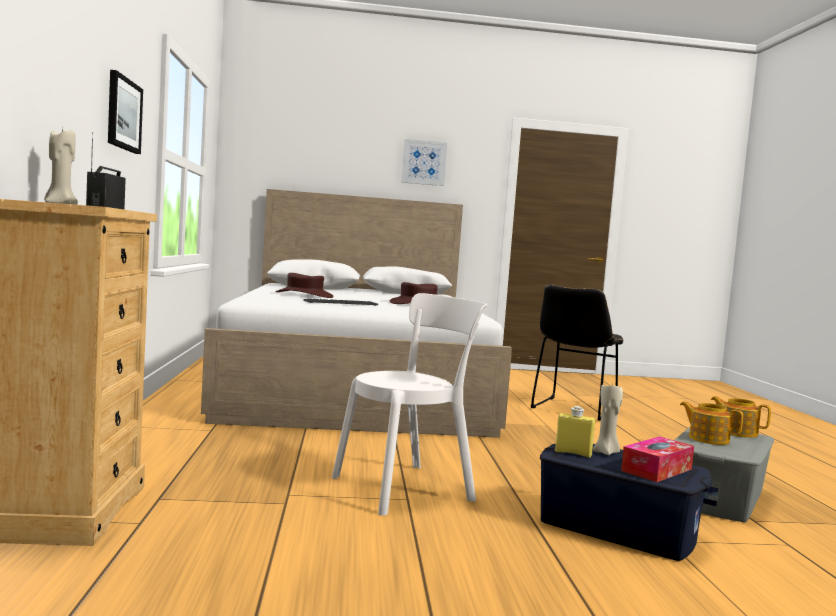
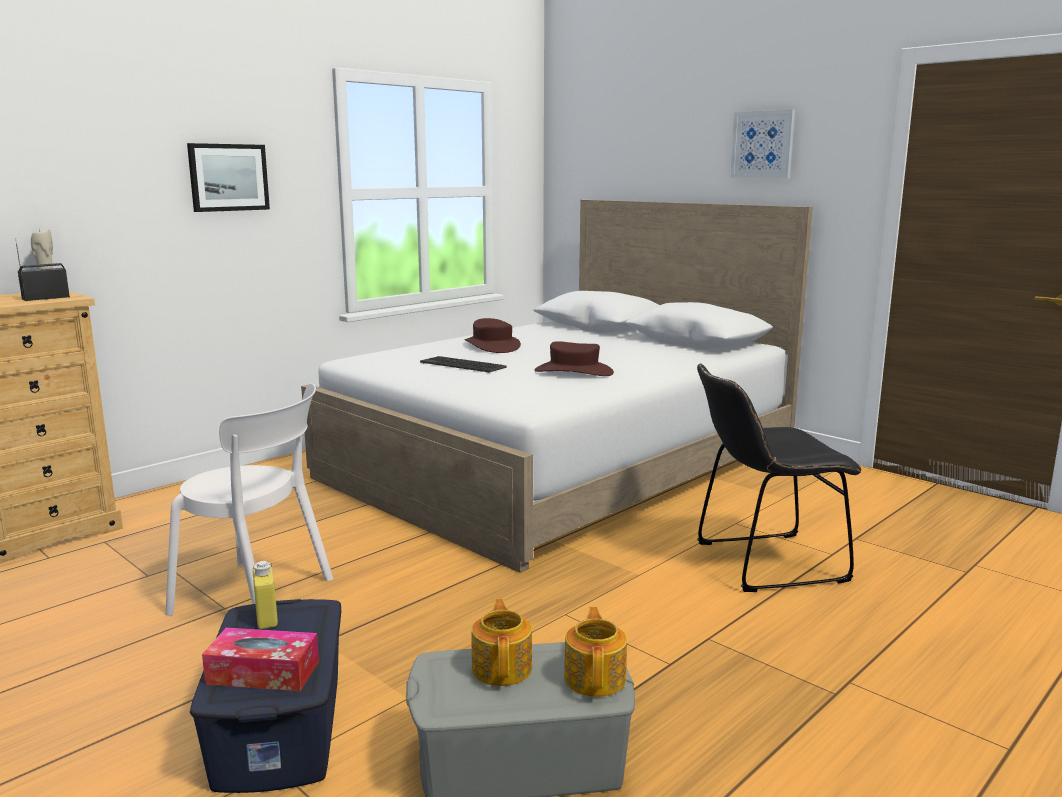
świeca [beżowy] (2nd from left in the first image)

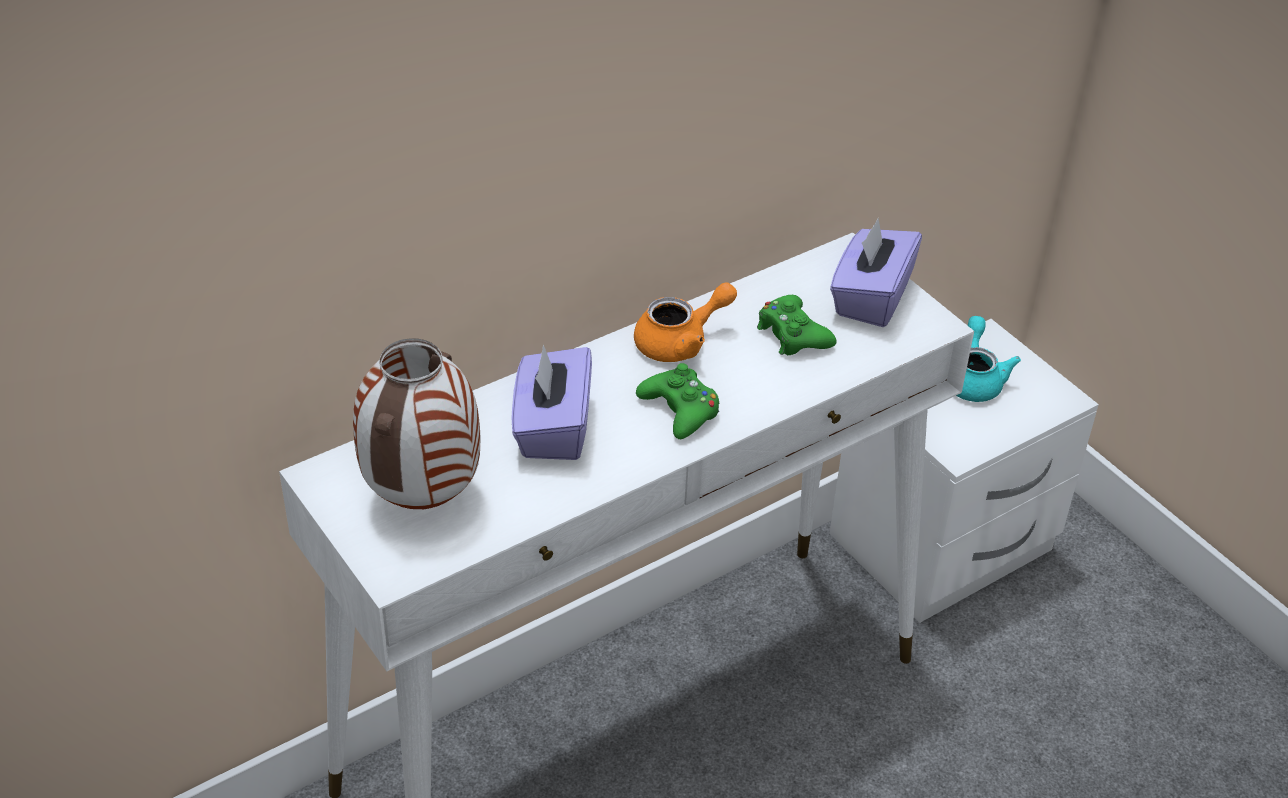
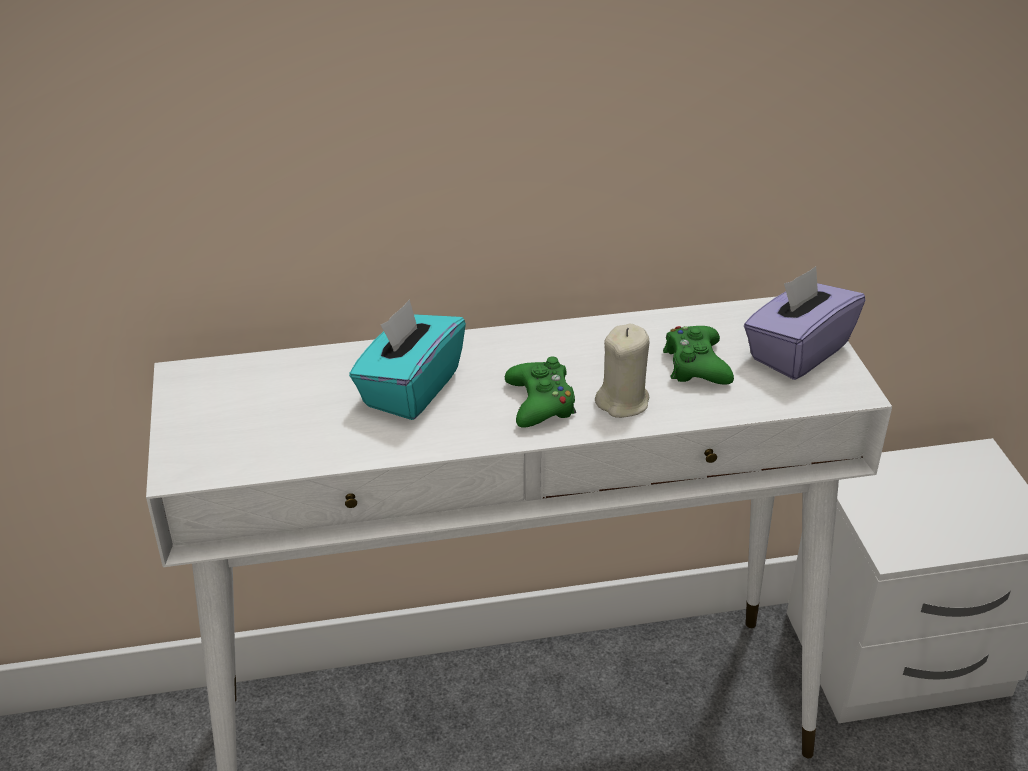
imbryk [pomarańczowy]
imbryk [turkusowy]
wazon
pudełko chusteczek [turkusowy]
świeca [beżowy]

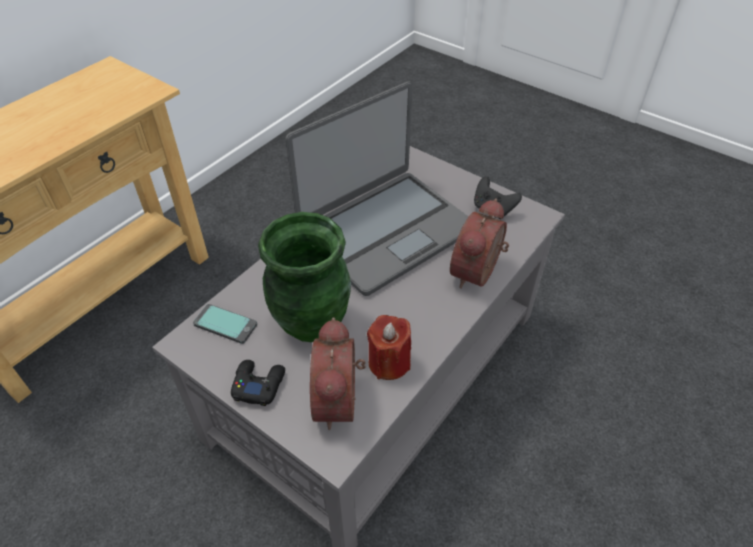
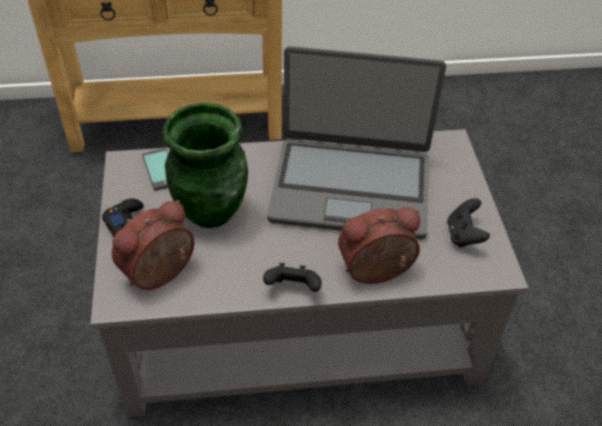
świeca [czerwony]
pad do gier [czarny] (2nd from left)

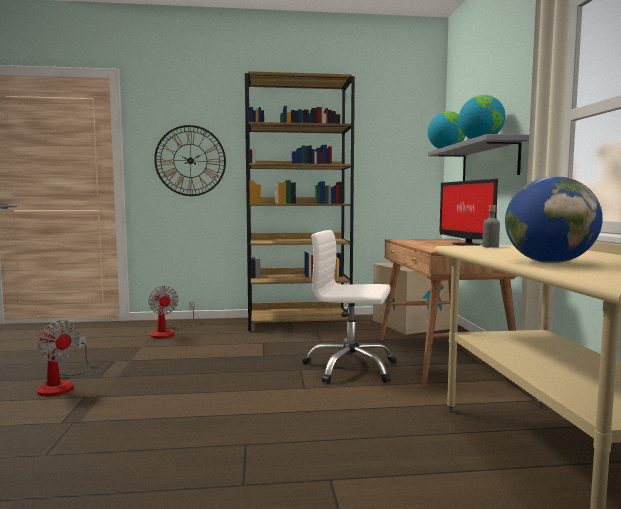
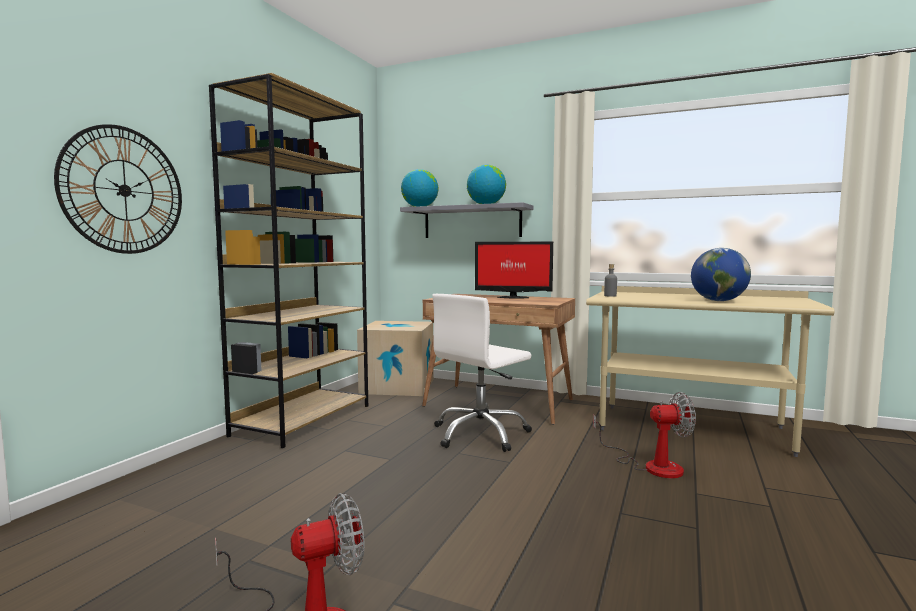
wentylator (2nd from left)

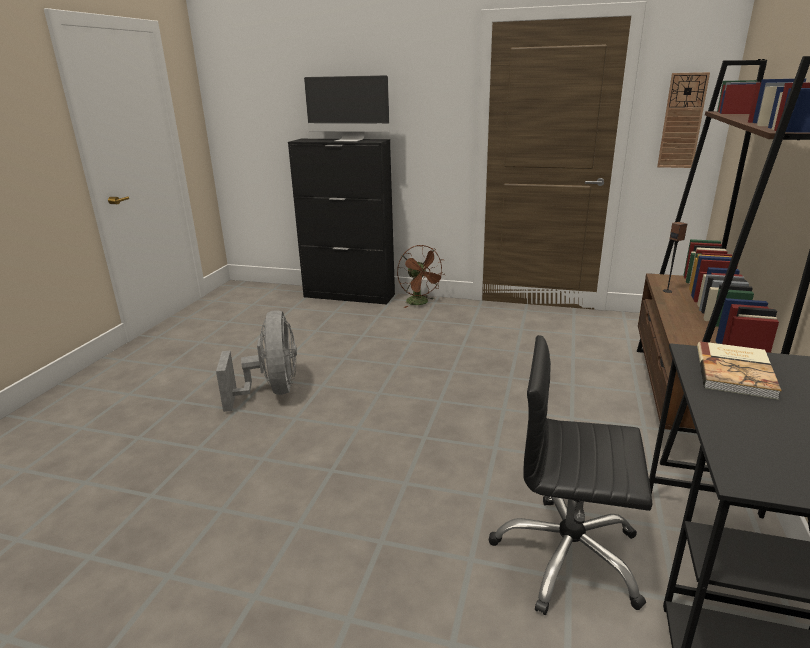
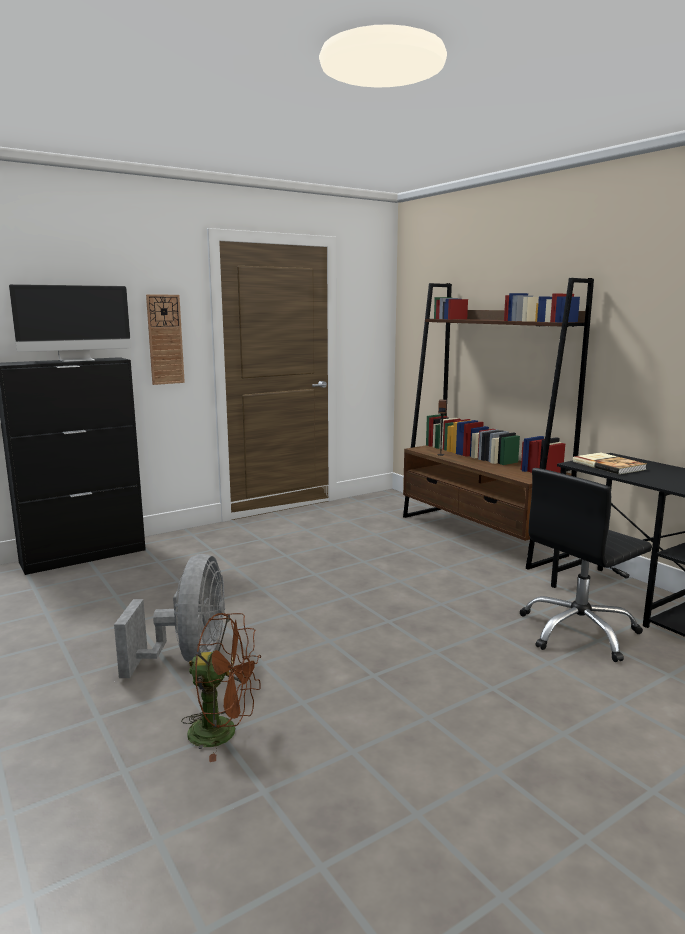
zegar ścienny
wentylator [brązowy]
wentylator [szary]

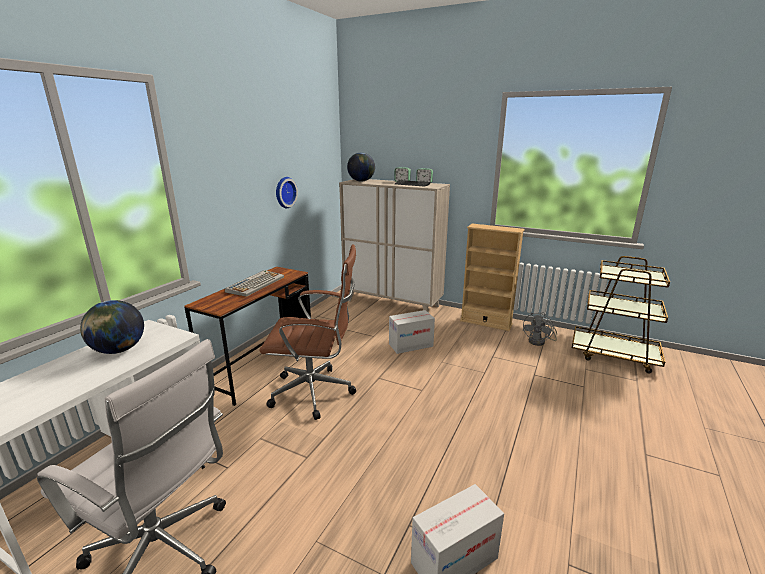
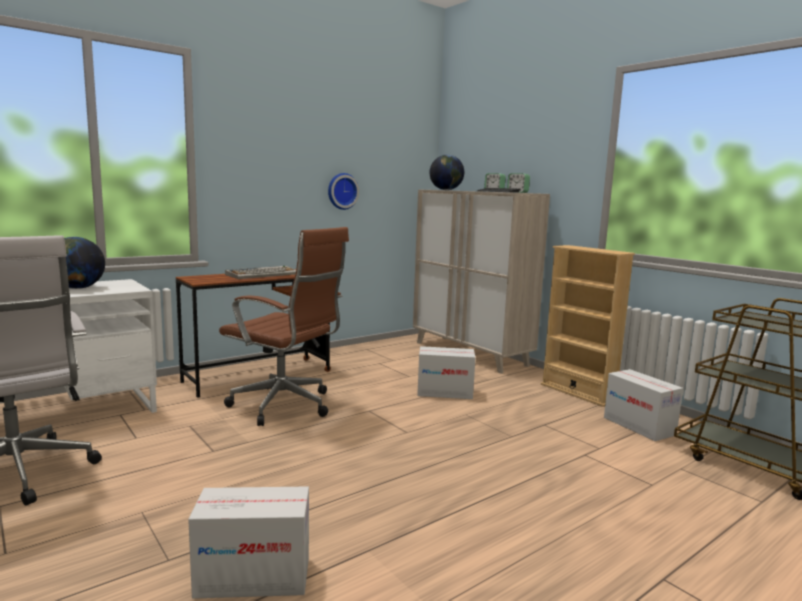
karton (3rd from left)

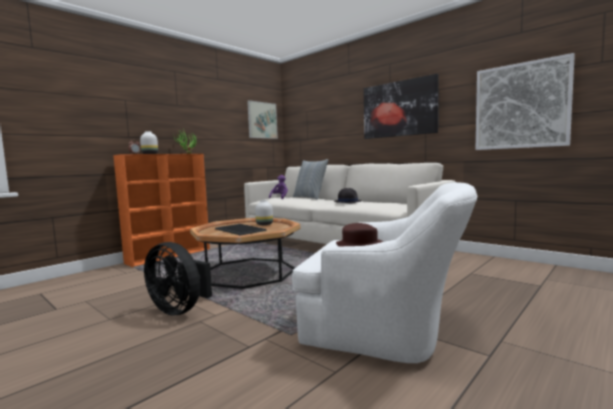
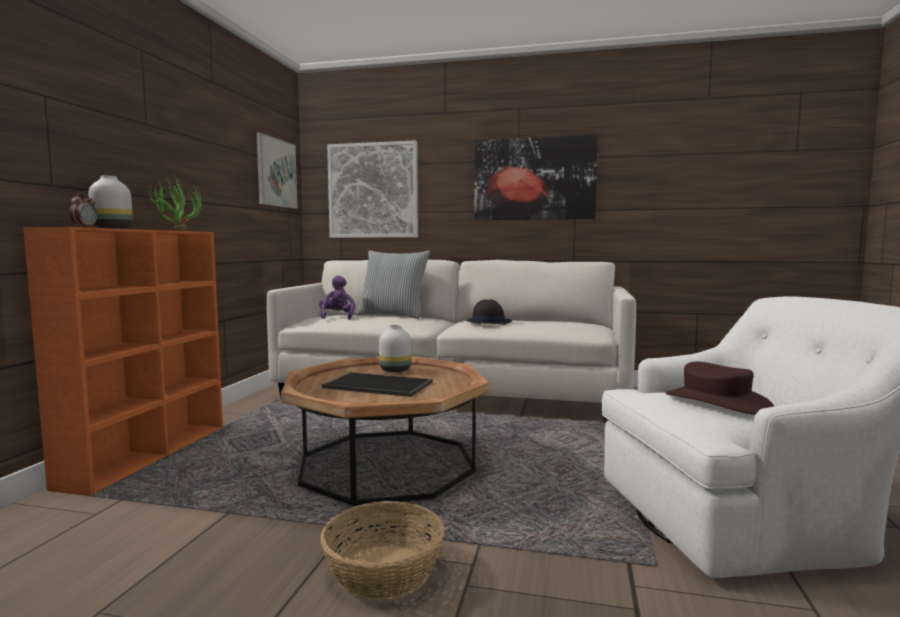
obraz (2nd from left)
koszyk

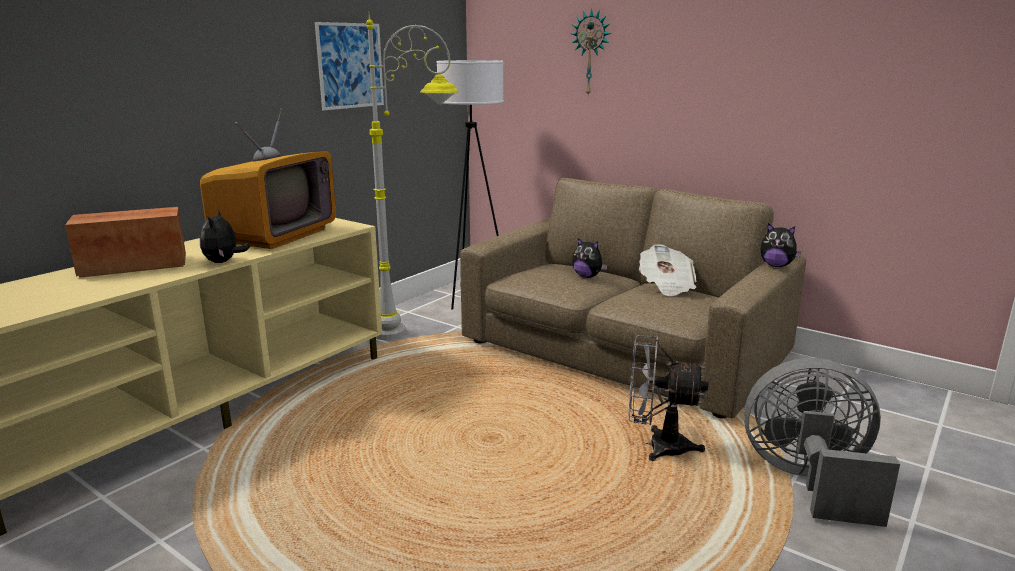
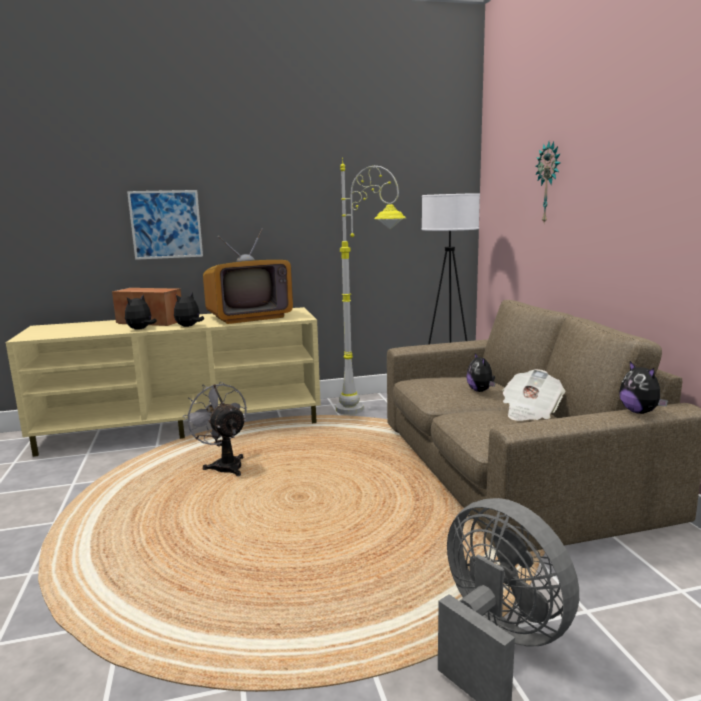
obraz
wentylator [szary] (1st from left)
pluszak (1st from left)

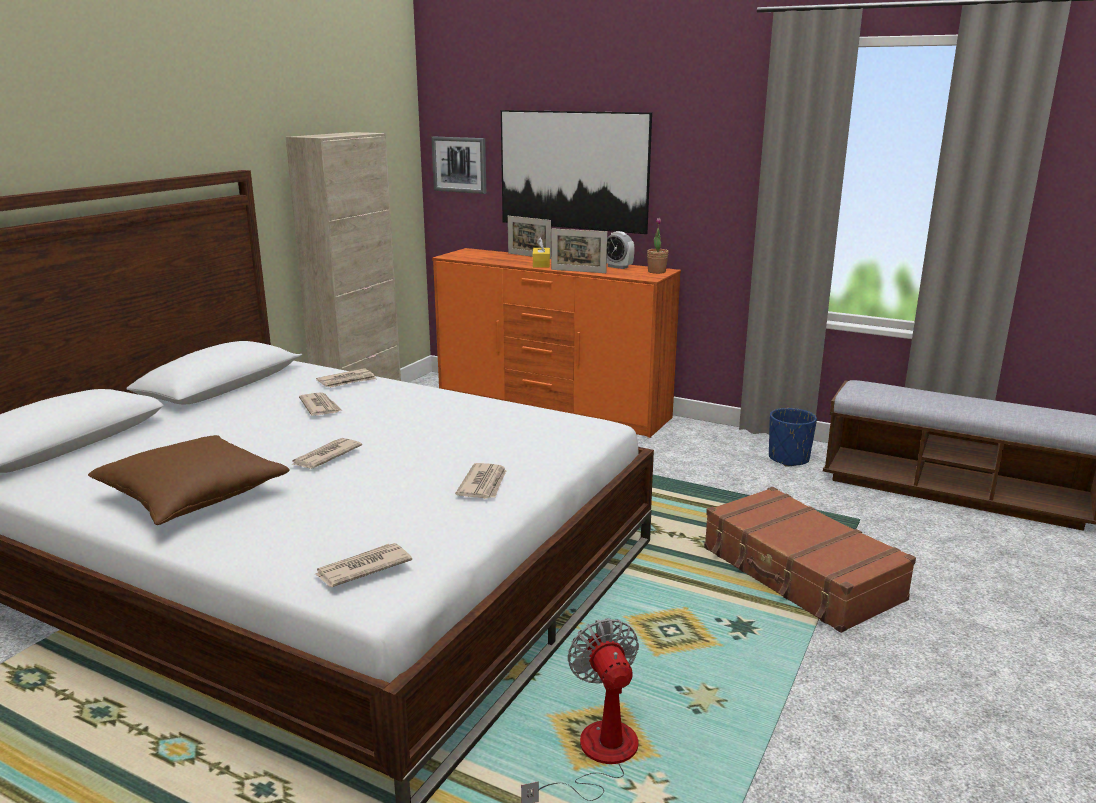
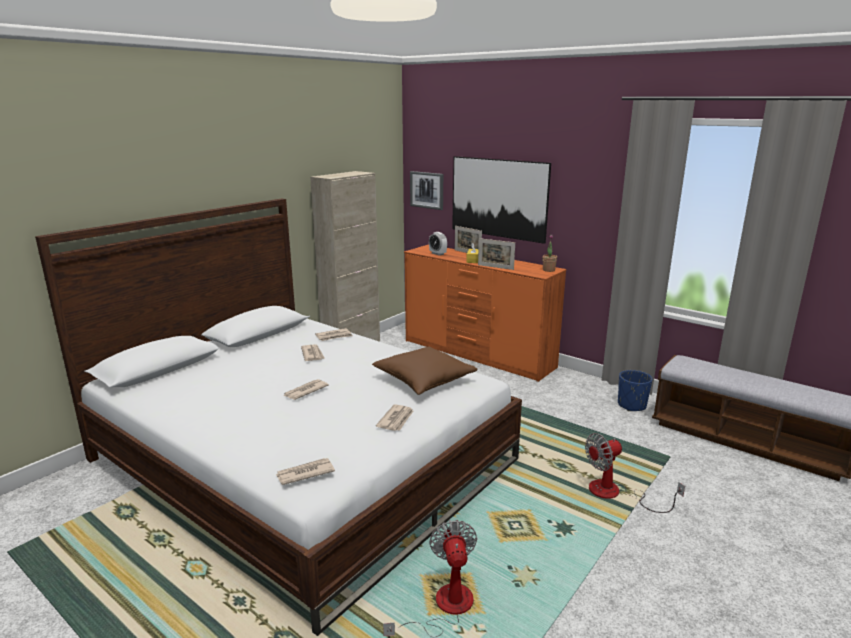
budzik
poduszka [brązowy]
wentylator (2nd from left)

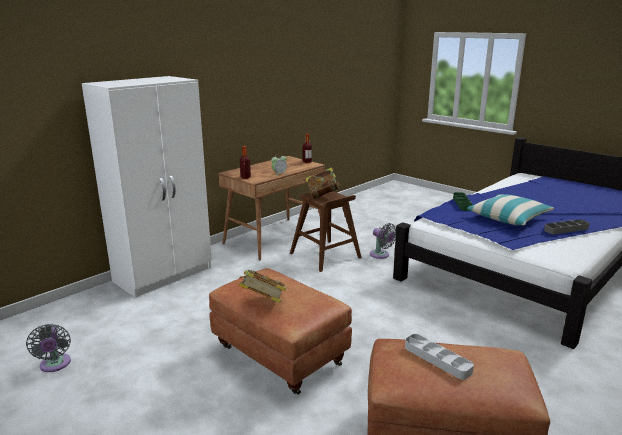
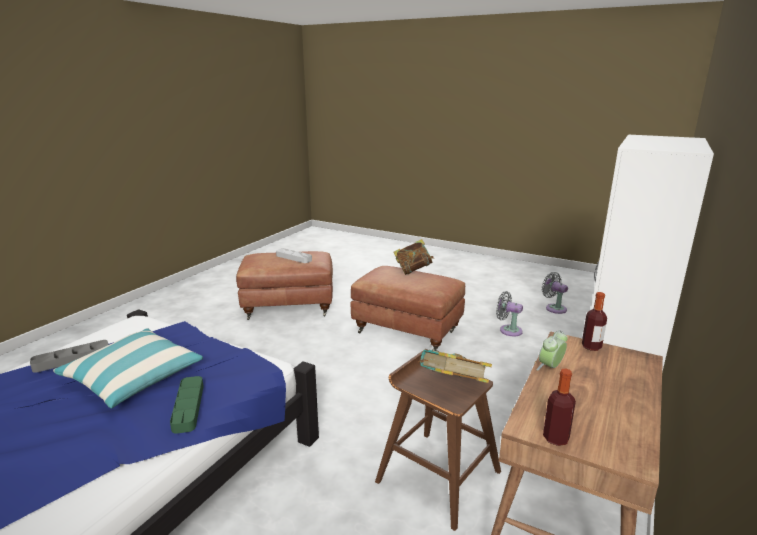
wentylator [szary] (1st from left)

